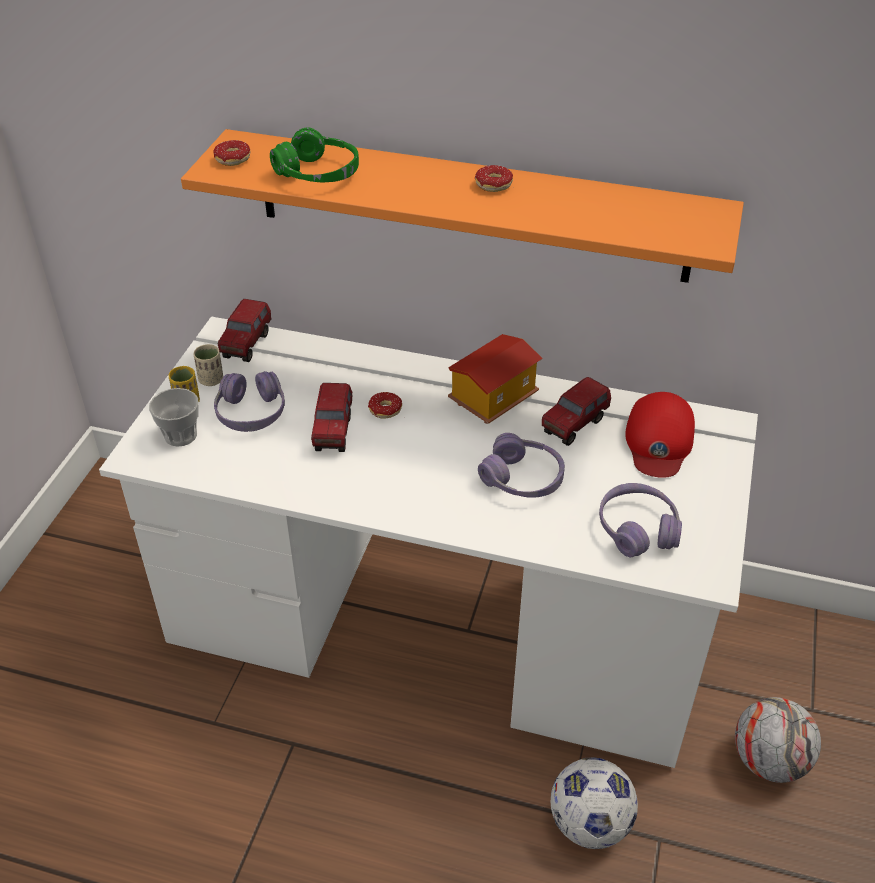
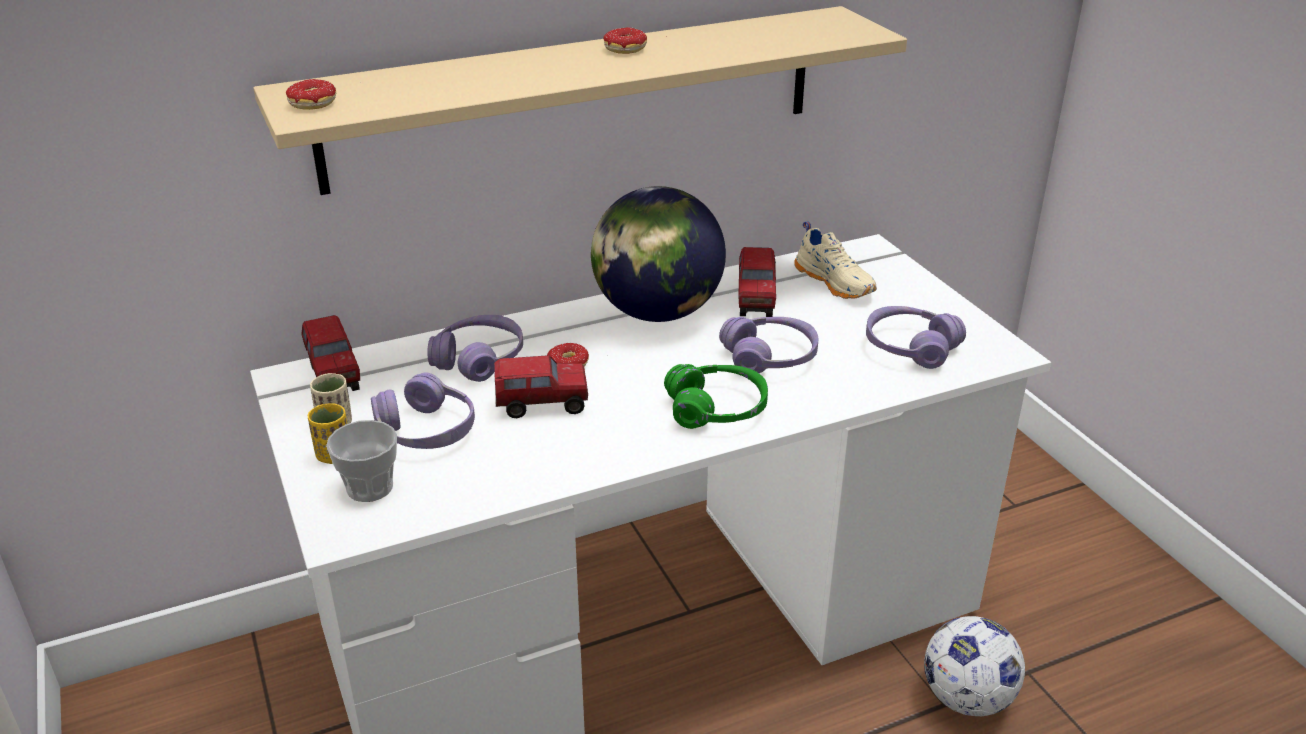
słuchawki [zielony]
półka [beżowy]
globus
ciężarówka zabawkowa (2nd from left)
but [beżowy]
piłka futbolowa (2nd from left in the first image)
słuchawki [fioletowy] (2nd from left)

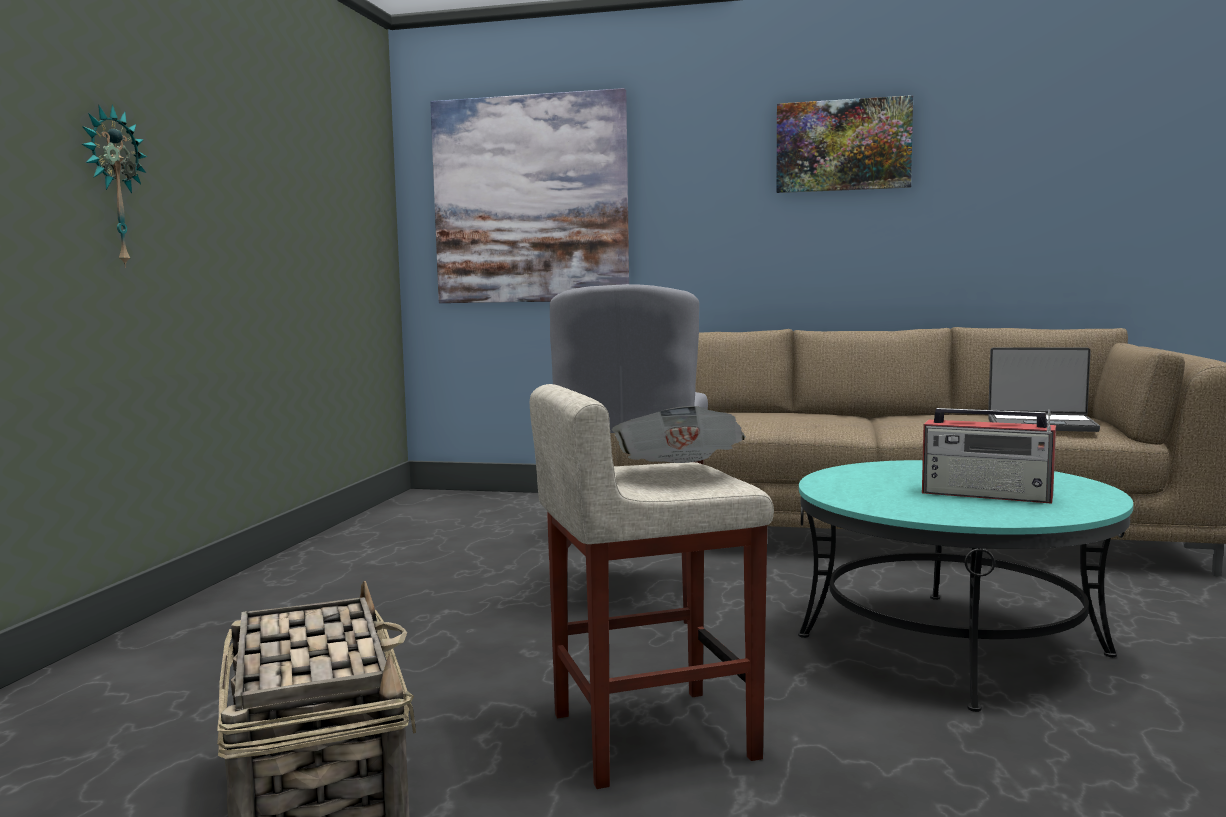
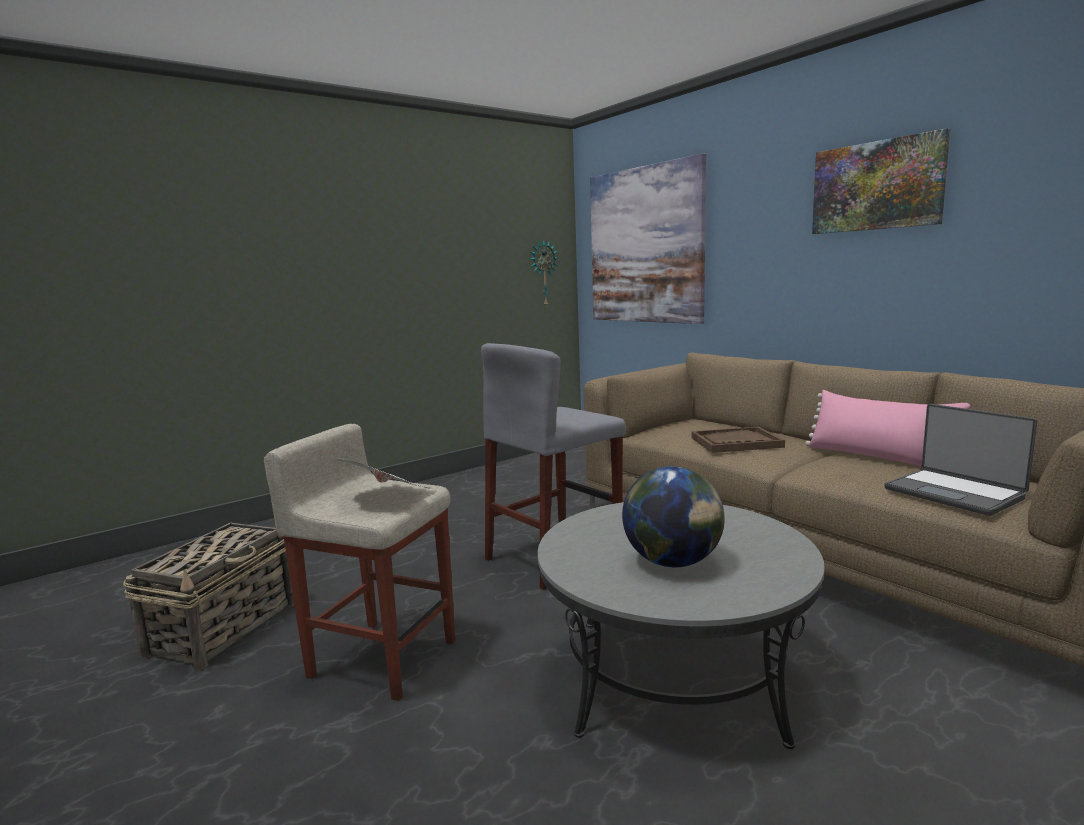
zegar ścienny
globus
ława [szary]
poduszka [różowy]
taca [brązowy]

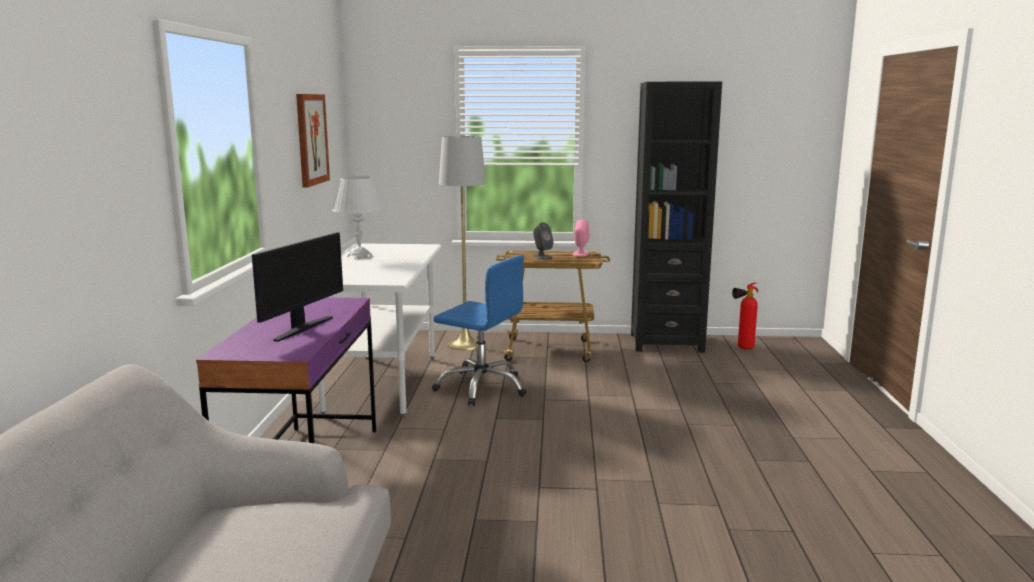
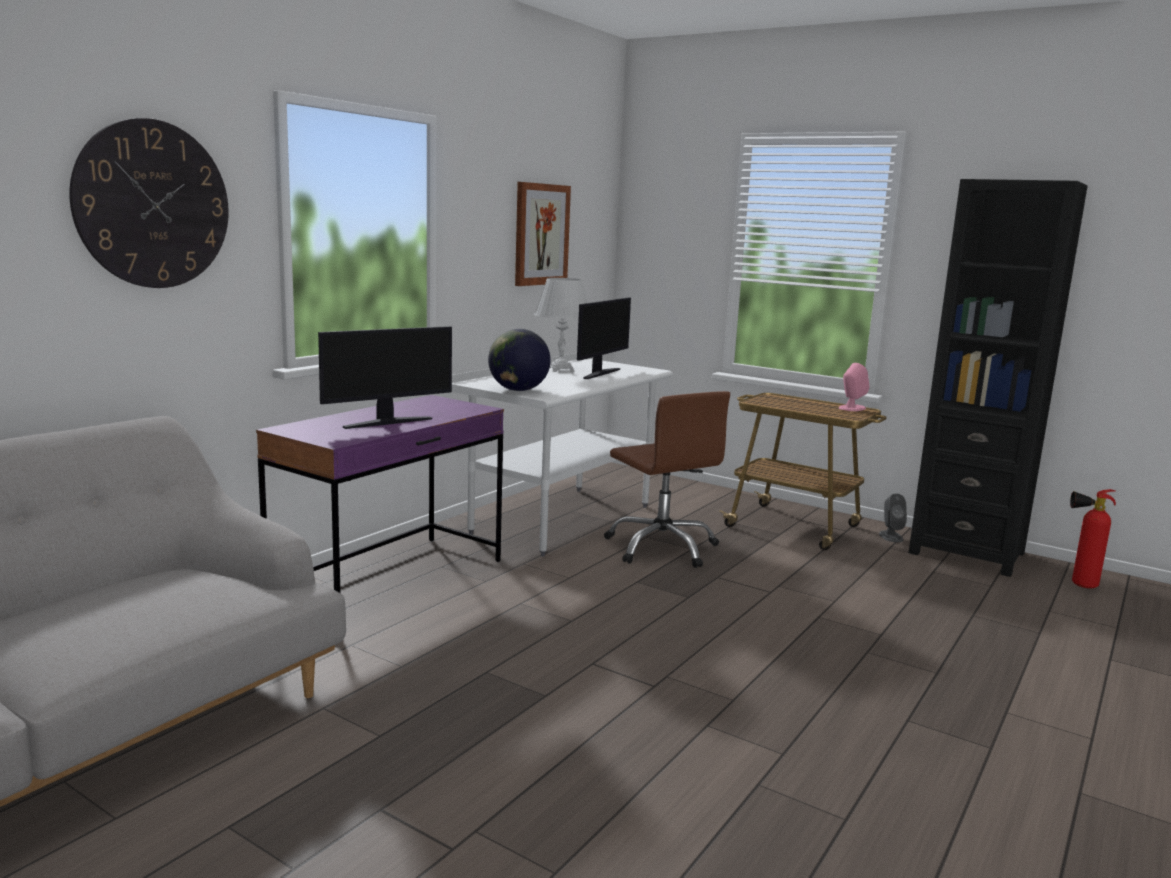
lampa stojąca [szary]
głośnik [szary]
krzesło biurowe [brązowy]
zegar ścienny
monitor (2nd from left)
globus

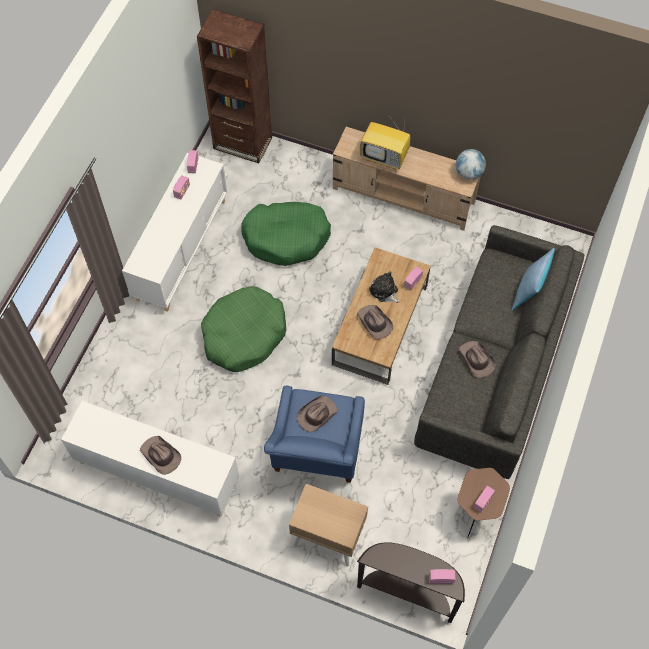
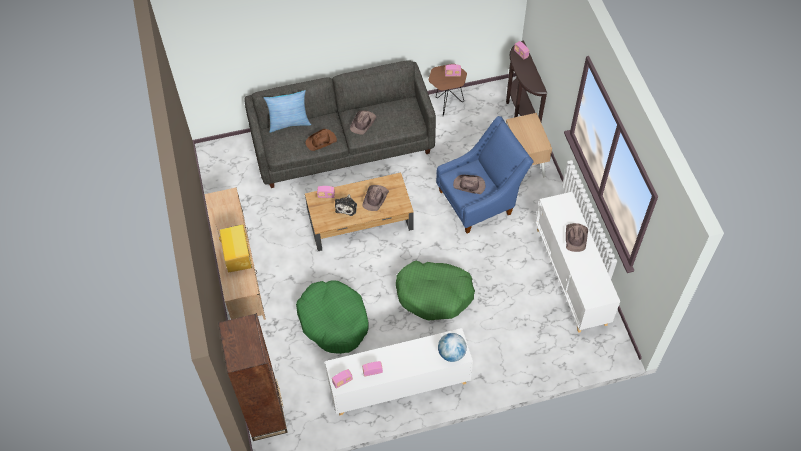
globus
kapelusz [brązowy] (1st from left)

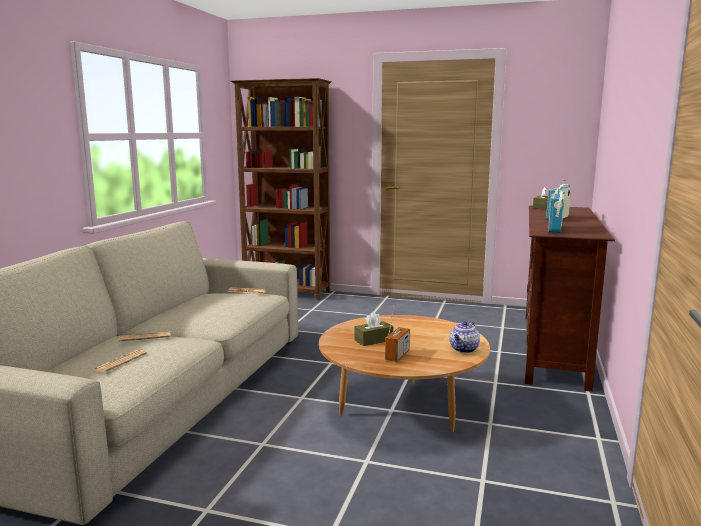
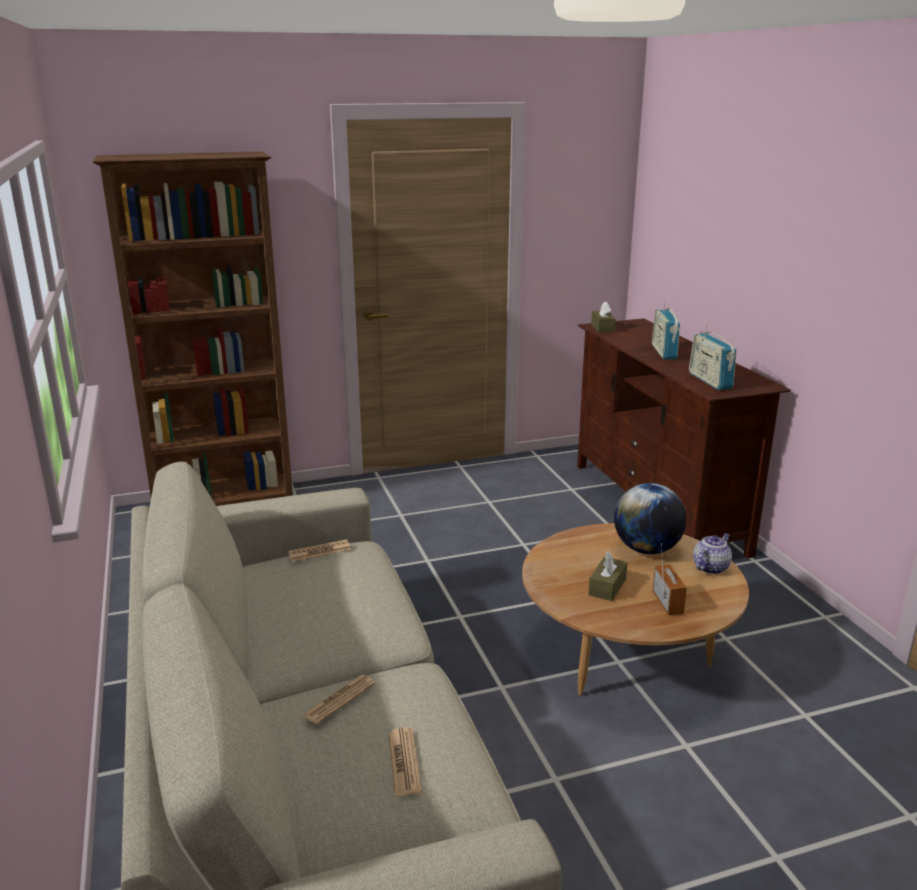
imbryk
globus

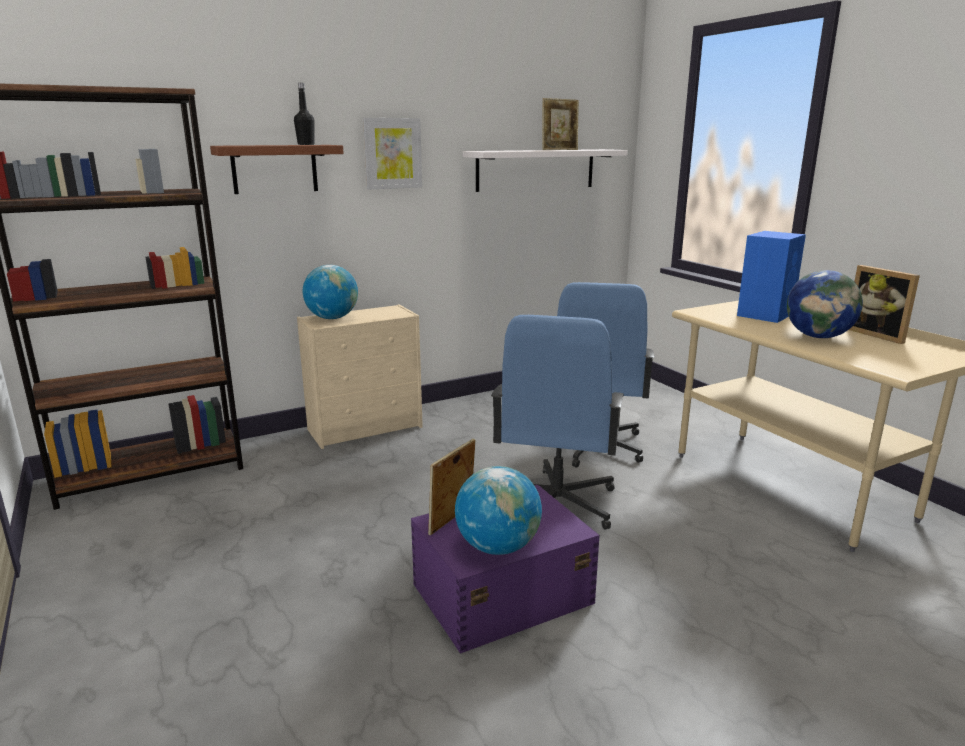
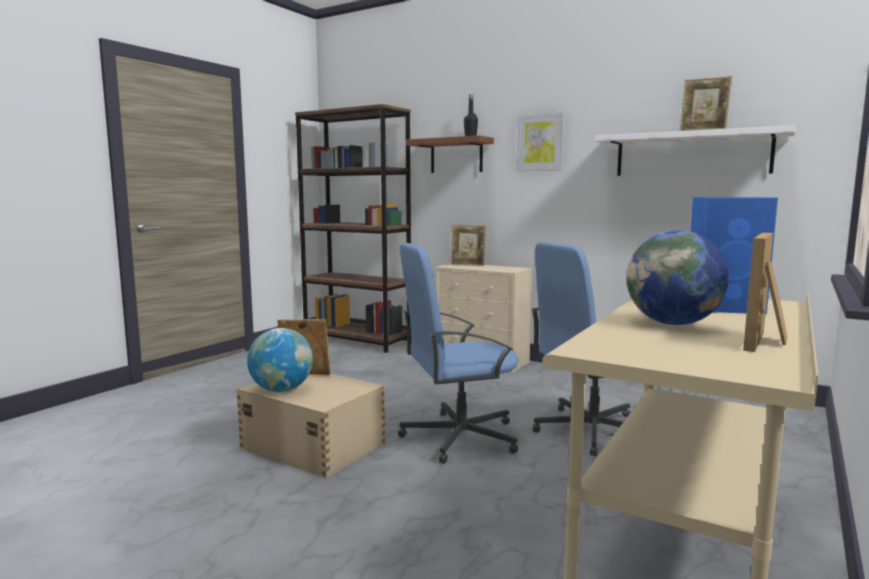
ramka na zdjęcie (2nd from left)
pojemnik do przechowywania [beżowy]

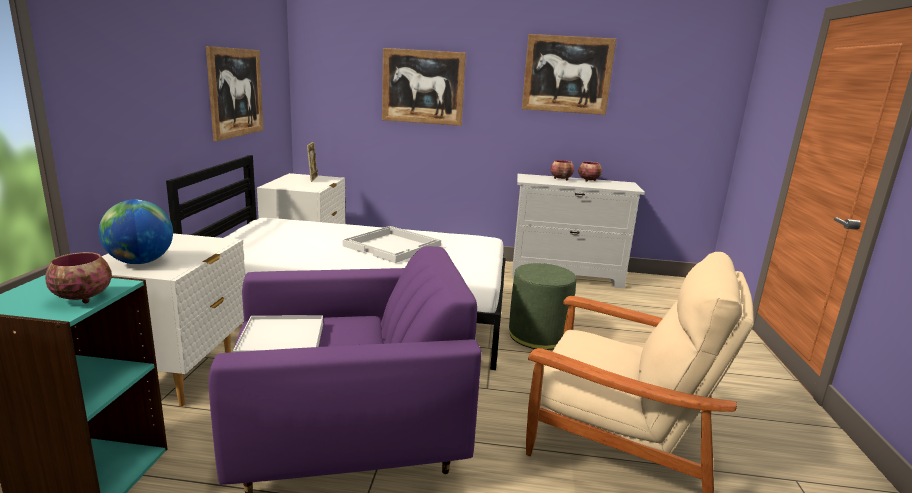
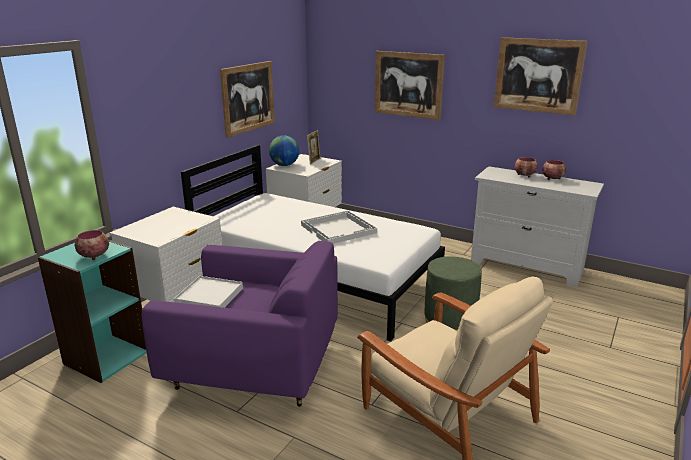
globus

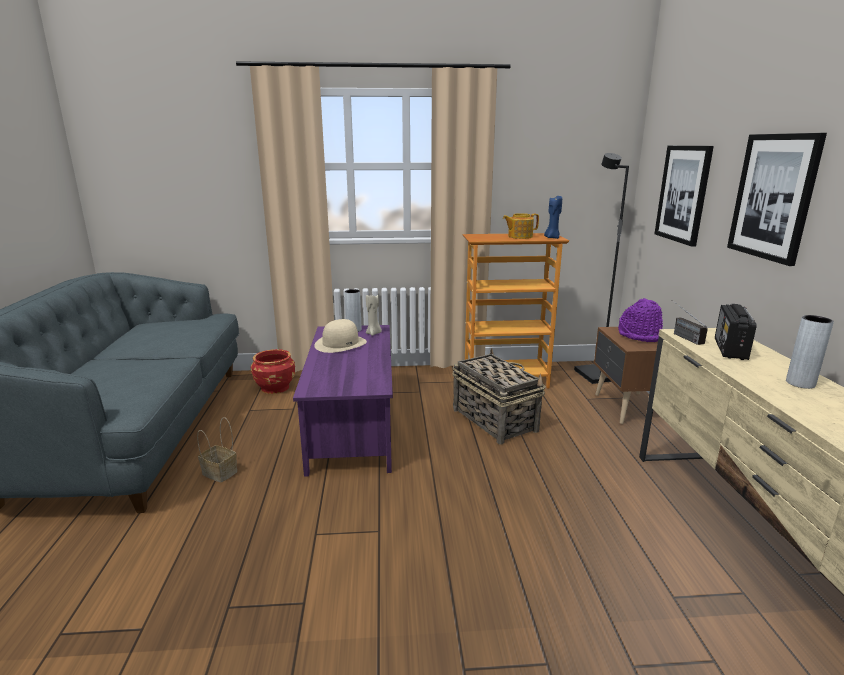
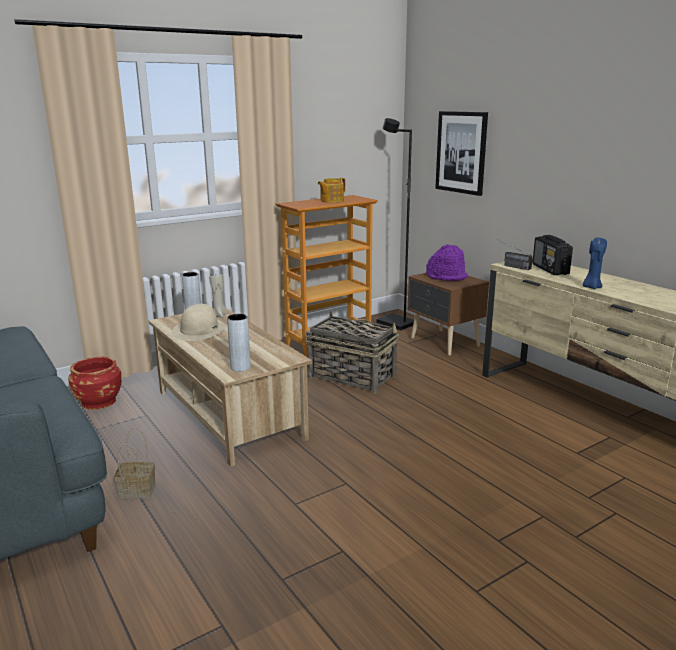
obraz (2nd from left in the first image)
świeca [niebieski]
wazon [szary] (2nd from left)
ława [beżowy]

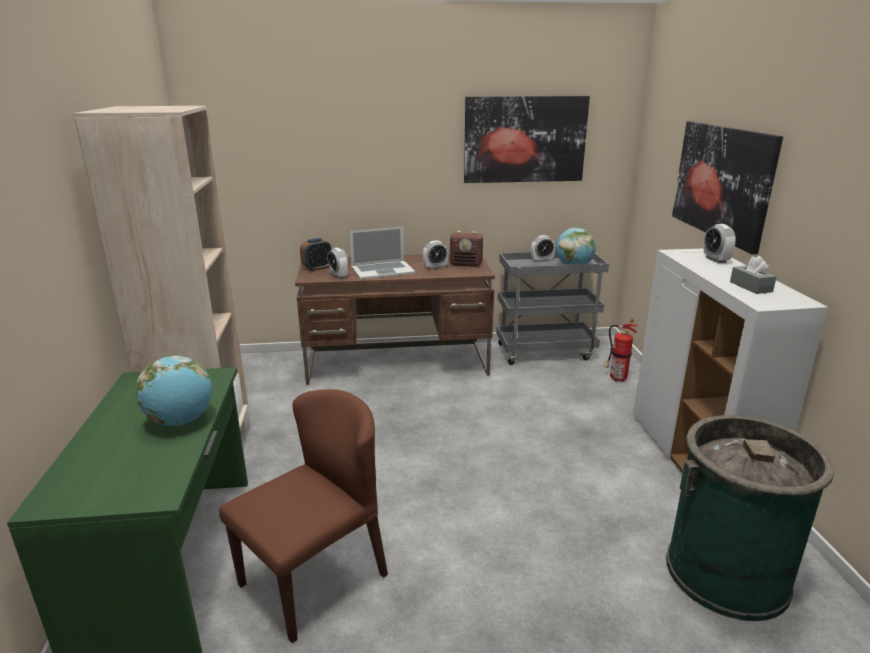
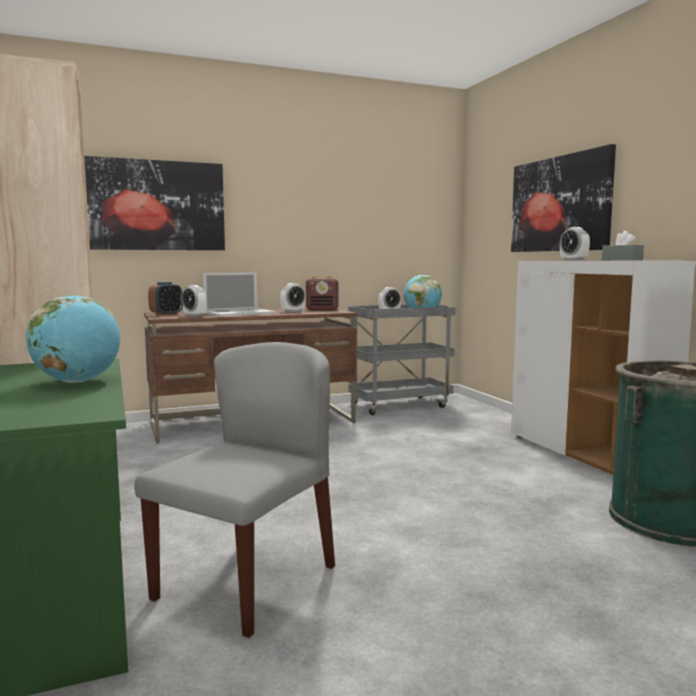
obraz (1st from left)
gaśnica
krzesło [szary]

